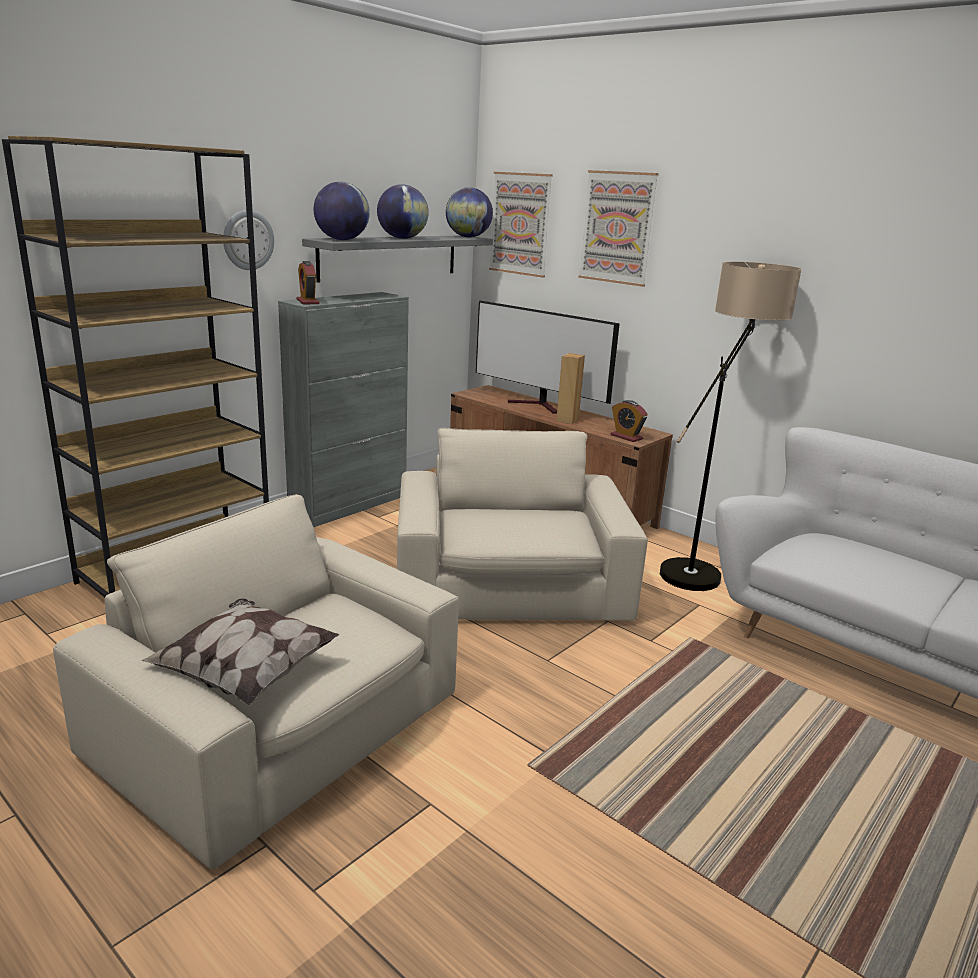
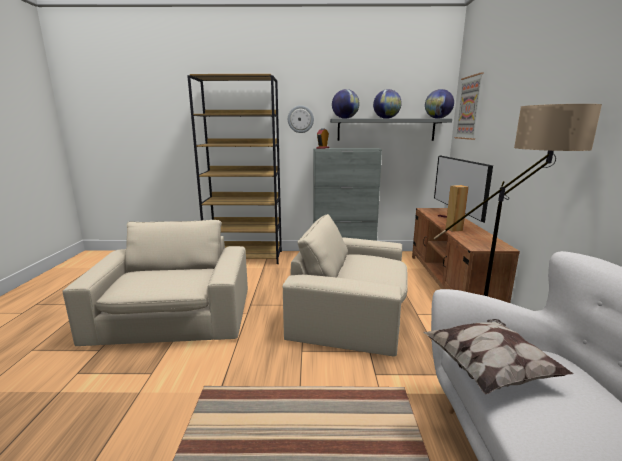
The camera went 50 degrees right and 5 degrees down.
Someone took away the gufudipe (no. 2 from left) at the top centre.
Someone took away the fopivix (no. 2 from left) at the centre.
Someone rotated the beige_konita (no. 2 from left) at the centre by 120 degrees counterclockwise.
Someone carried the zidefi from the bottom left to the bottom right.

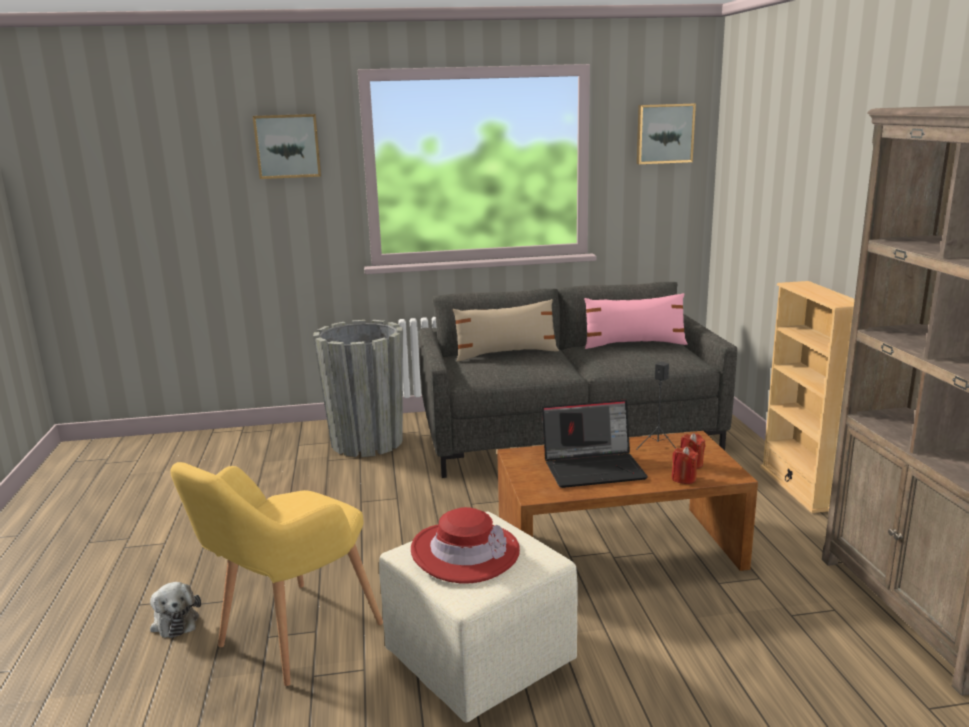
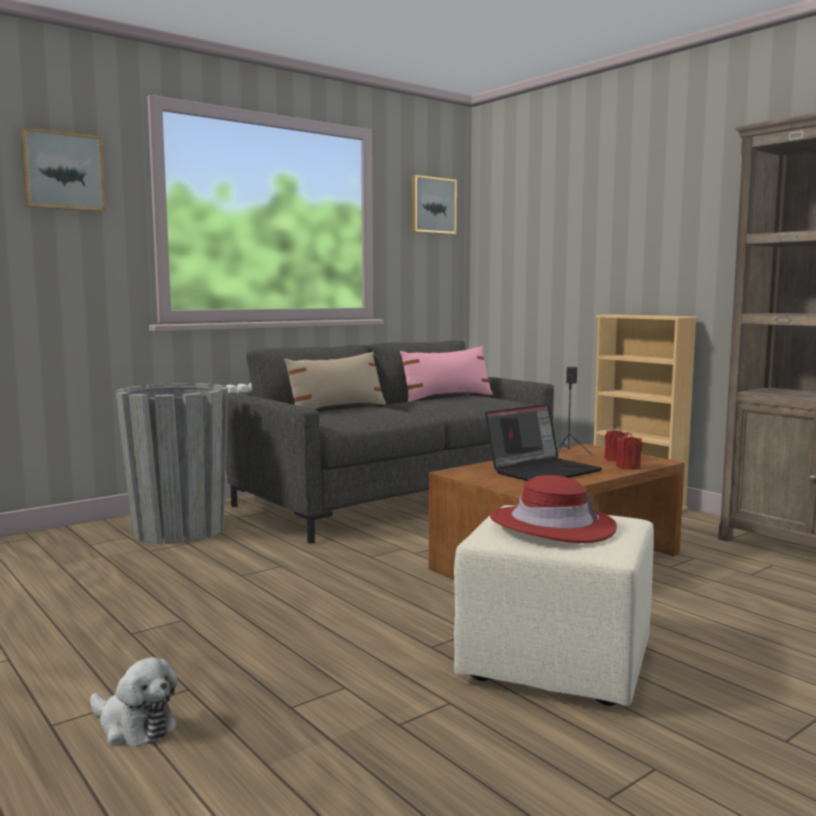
The camera went 30 degrees left and 10 degrees down.
Someone took away the yellow_konita at the bottom left.

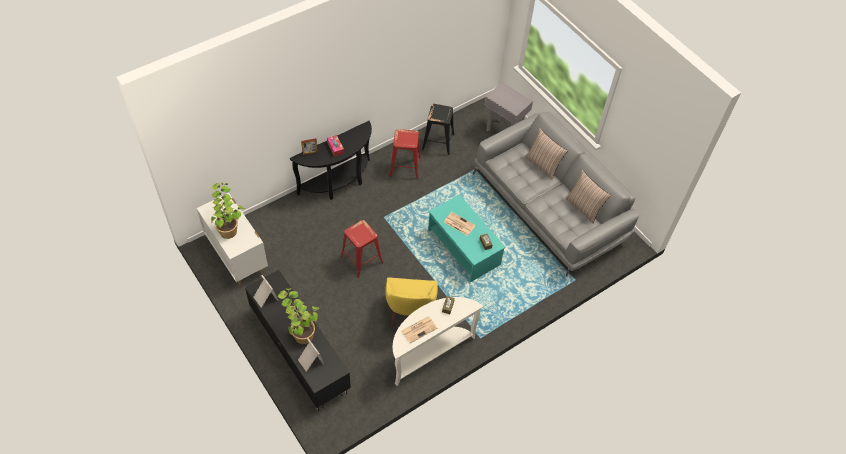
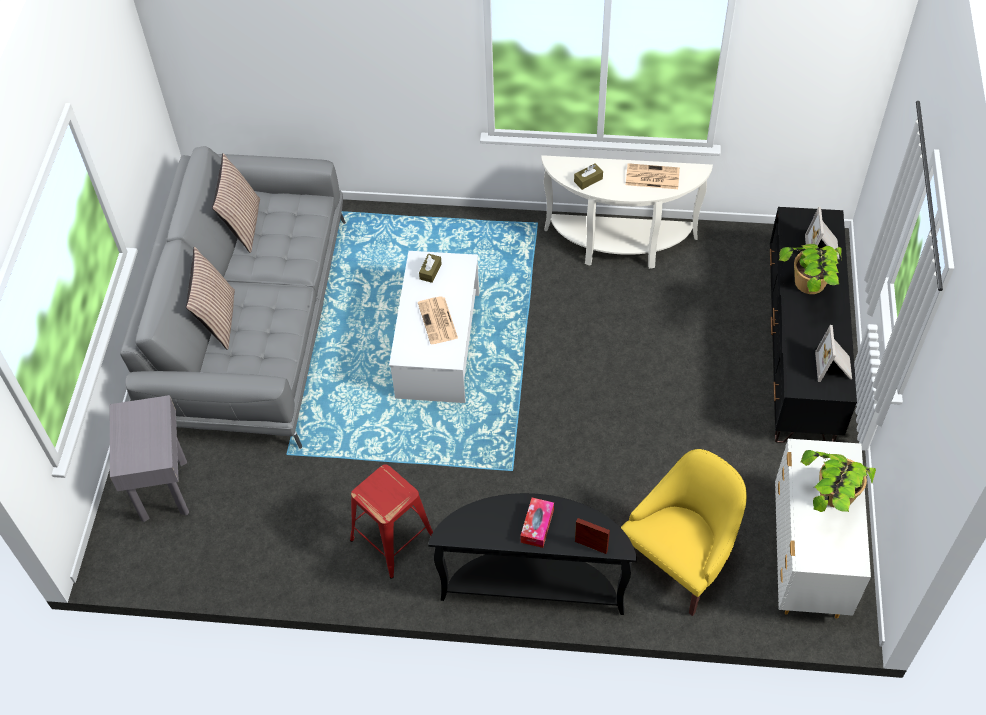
The camera went 135 degrees left and 0 degrees up.
Someone took away the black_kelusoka at the top centre.
Someone repainted the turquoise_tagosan at the centre, which became the white_tagosan at the centre.
Someone took away the red_kelusoka (no. 1 from left) at the centre.
Someone carried the yellow_konita from the centre to the bottom right.

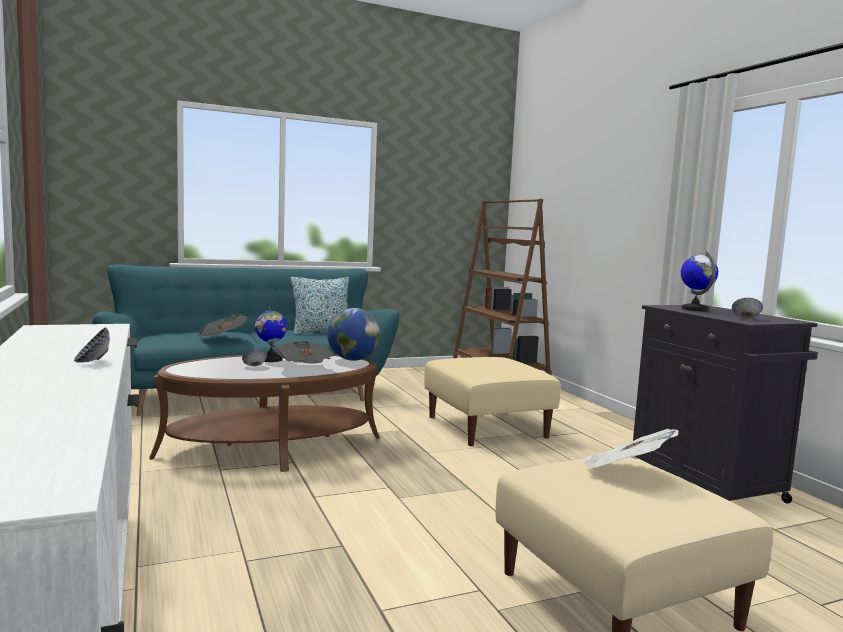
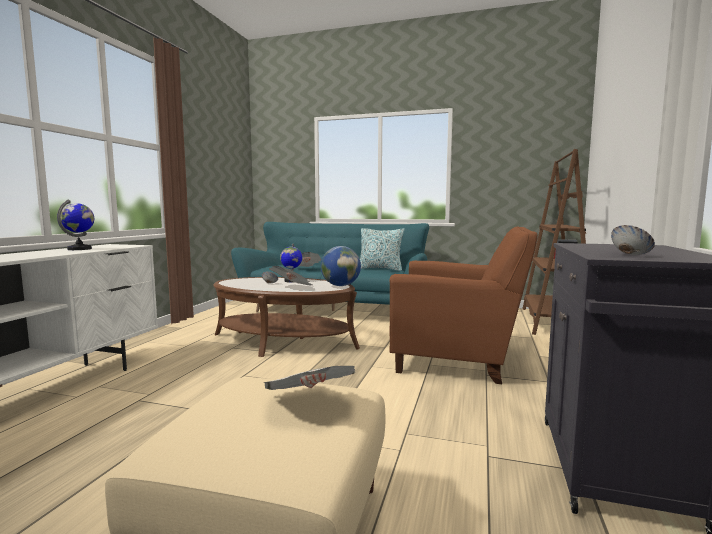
The camera went 40 degrees right and 0 degrees up.
Someone carried the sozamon (no. 3 from left in the first image) from the middle right to the middle left.
Someone took away the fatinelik (no. 1 from left) at the middle left.
Someone swapped the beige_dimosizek (no. 1 from left) at the centre for the brown_konita at the centre.

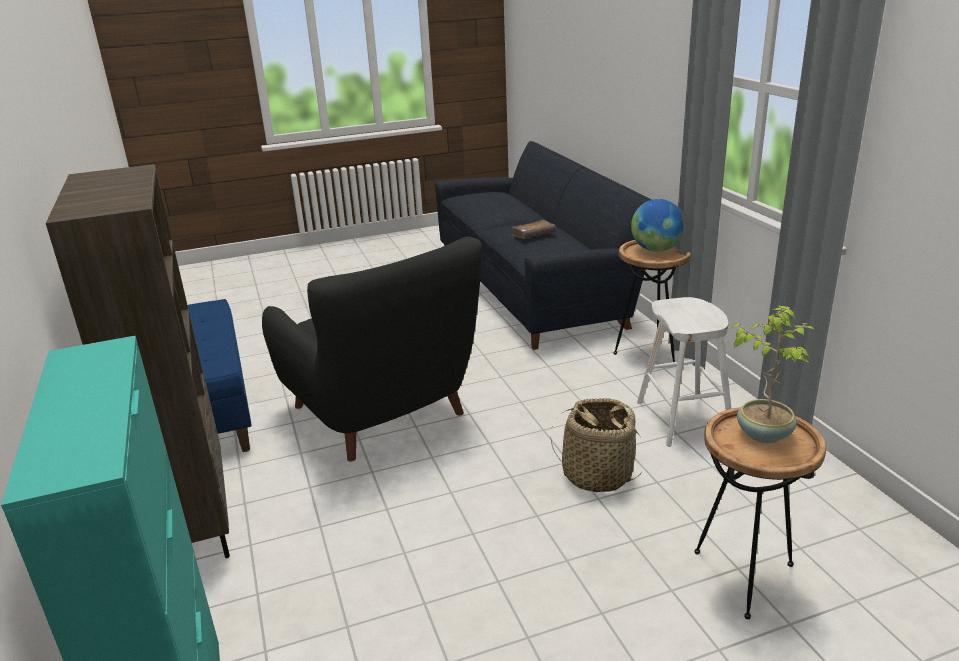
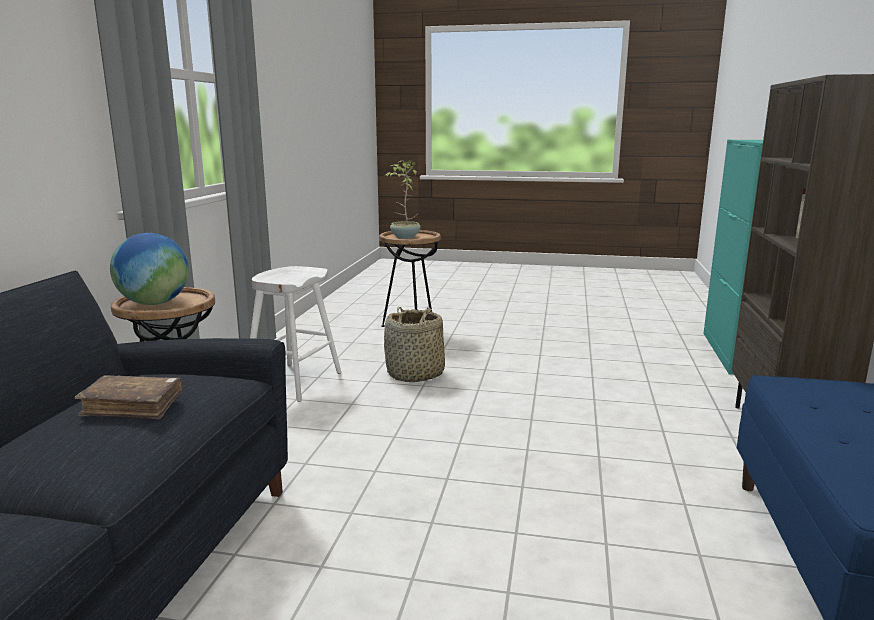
The camera went 150 degrees left and 10 degrees down.
Someone took away the black_konita at the centre.

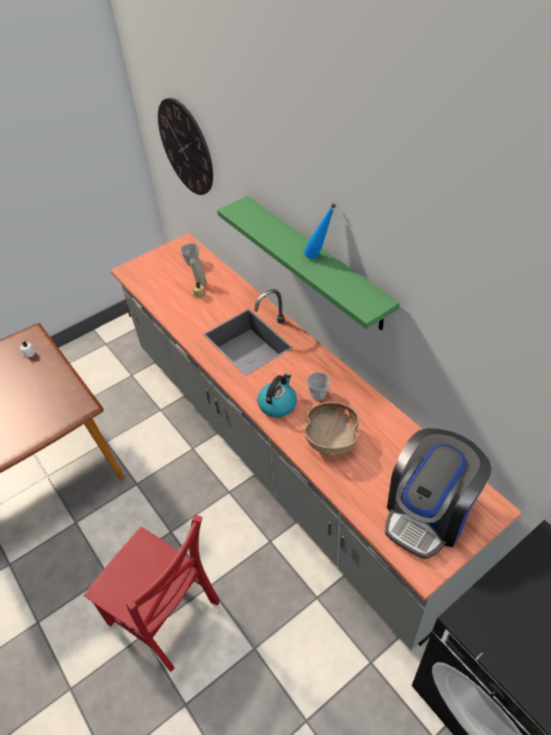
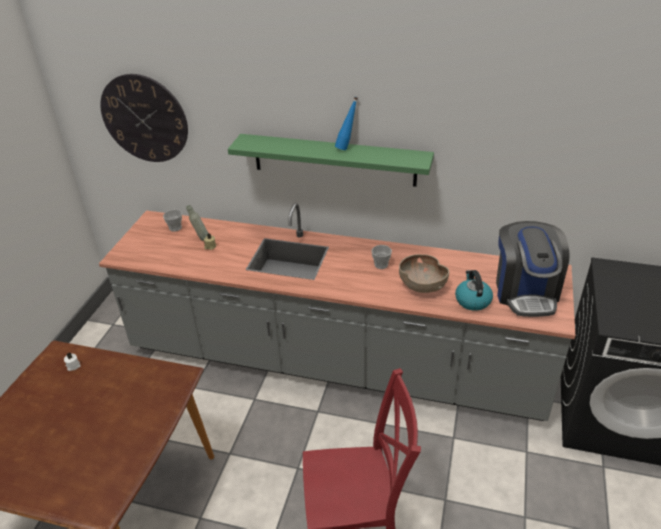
The camera went 40 degrees left and 10 degrees down.
Someone carried the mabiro from the centre to the middle right.

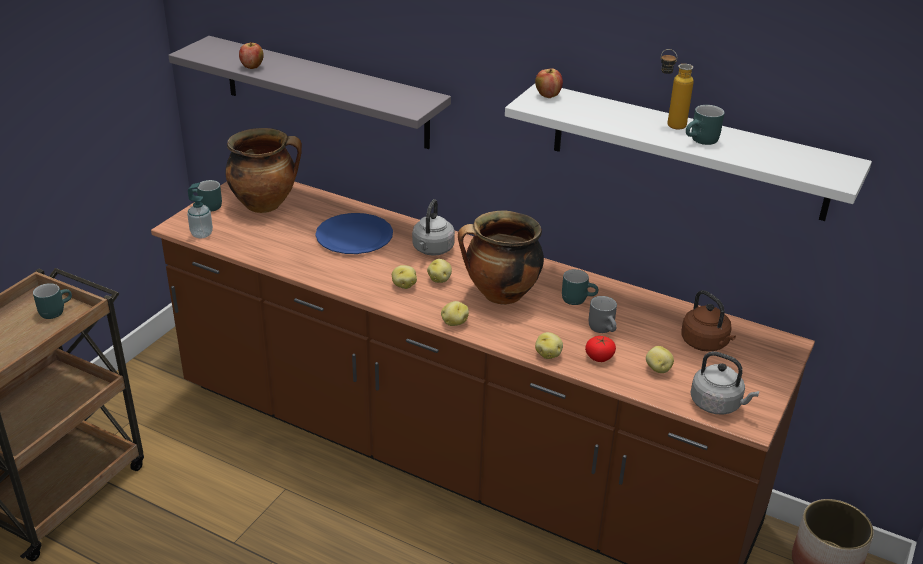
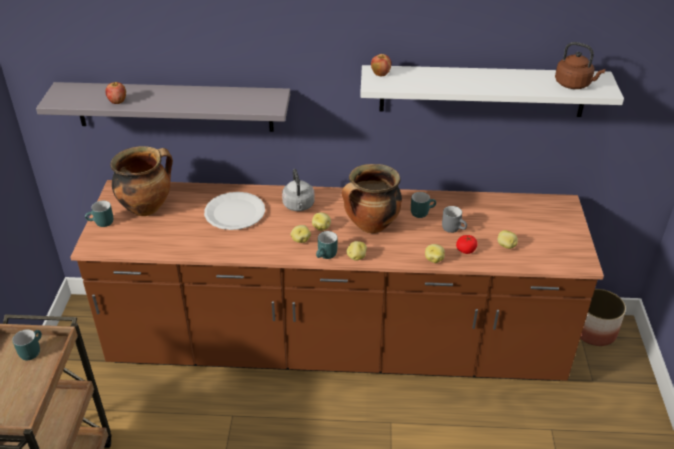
The camera went 25 degrees left and 5 degrees up.
Someone took away the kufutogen at the top right.
Someone carried the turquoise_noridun (no. 4 from left in the first image) from the top right to the centre.
Someone took away the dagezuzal at the middle left.
Someone repainted the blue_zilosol at the centre, which became the white_zilosol at the centre.
Someone carried the brown_mabiro from the middle right to the top right.
Someone took away the grey_mabiro (no. 2 from left) at the bottom right.

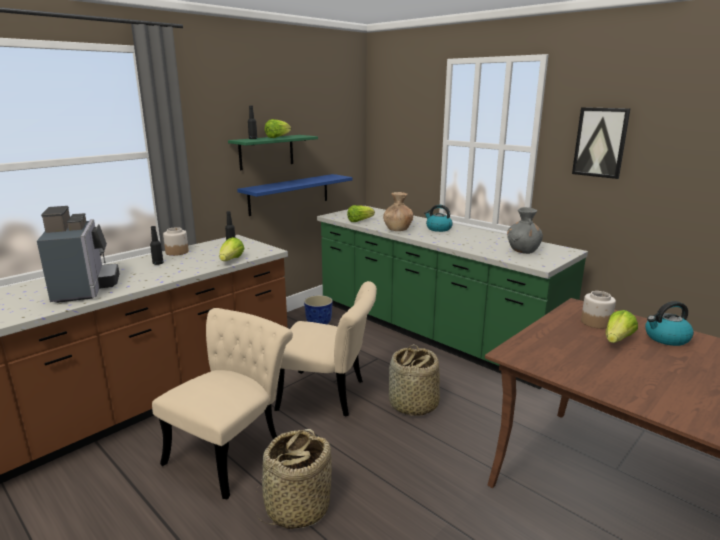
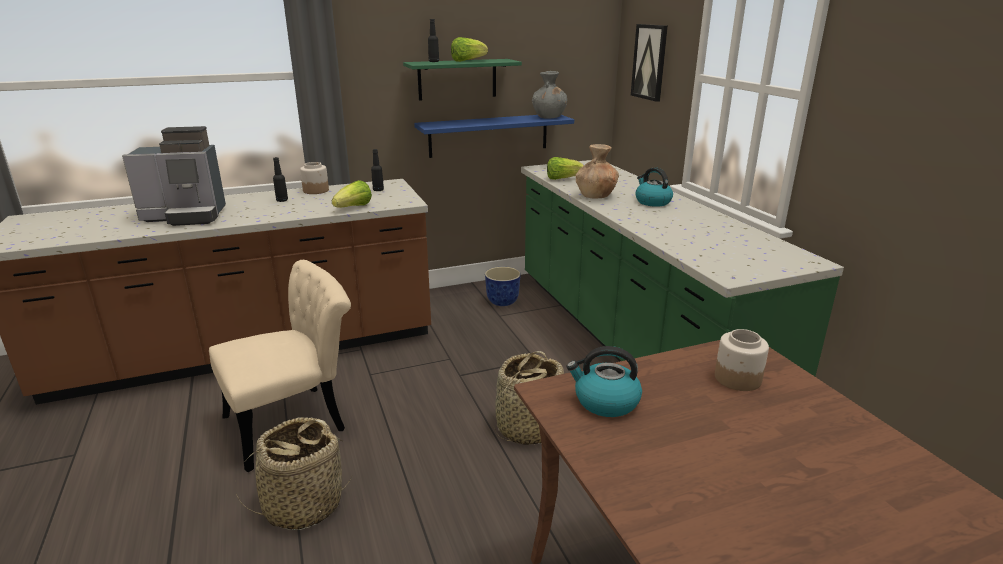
The camera went 25 degrees right and 5 degrees up.
Someone carried the gufudipe from the top right to the top centre.
Someone rotated the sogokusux at the middle left by 75 degrees clockwise.
Someone carried the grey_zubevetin from the middle right to the top centre.
Someone took away the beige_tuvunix (no. 2 from left) at the centre.
Someone carried the mabiro (no. 2 from left in the first image) from the middle right to the bottom centre.
Someone took away the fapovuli (no. 4 from left) at the middle right.

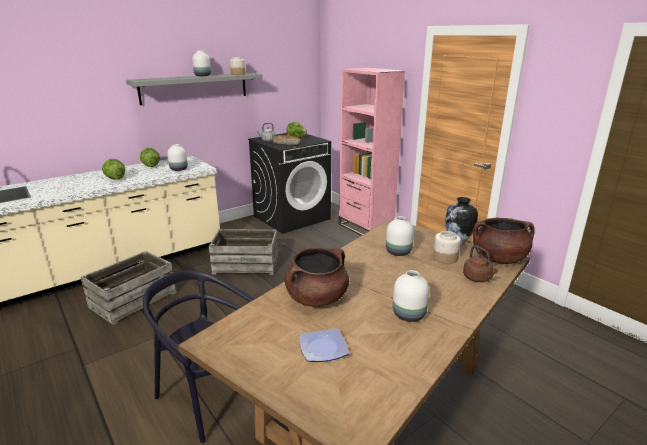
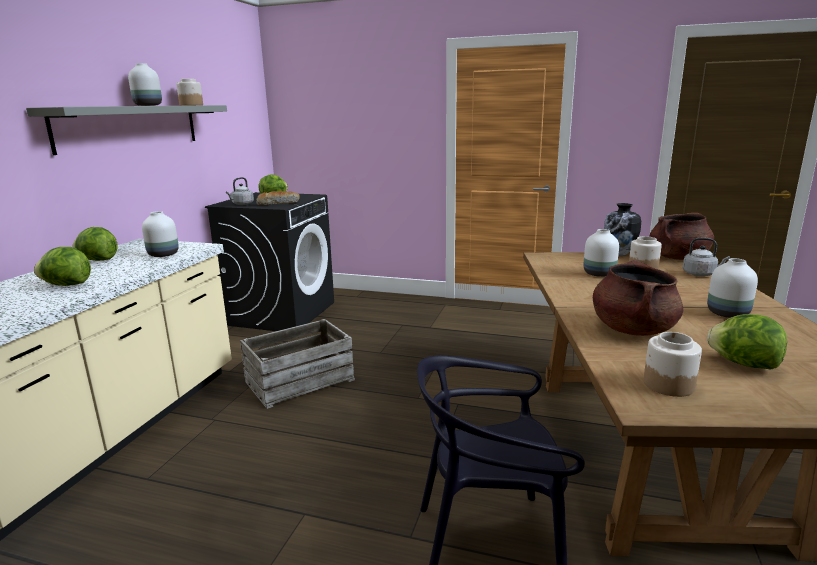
The camera went 35 degrees left and 5 degrees down.
Someone took away the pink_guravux at the centre.
Someone repainted the brown_mabiro at the middle right, which became the grey_mabiro (no. 2 from left) at the middle right.
Someone took away the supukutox (no. 1 from left) at the middle left.
Someone swapped the zilosol at the bottom centre for the fapovuli (no. 4 from left) at the middle right.
Someone put down the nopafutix (no. 3 from left) at the middle right.

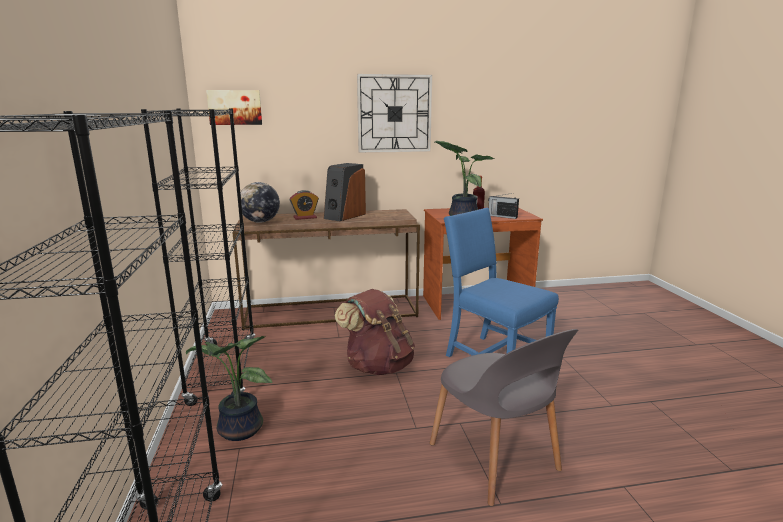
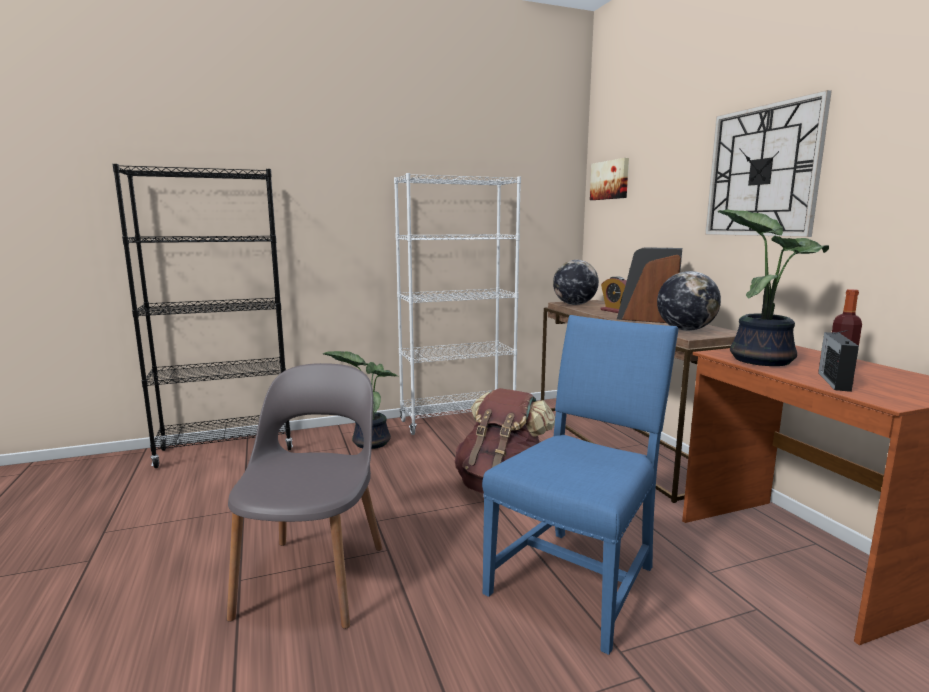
The camera went 80 degrees right and 5 degrees down.
Someone repainted the black_guravux (no. 2 from left) at the middle left, which became the white_guravux at the centre.
Someone rotated the grey_tuvunix at the bottom centre by 135 degrees clockwise.
Someone put down the sozamon (no. 2 from left) at the middle right.

